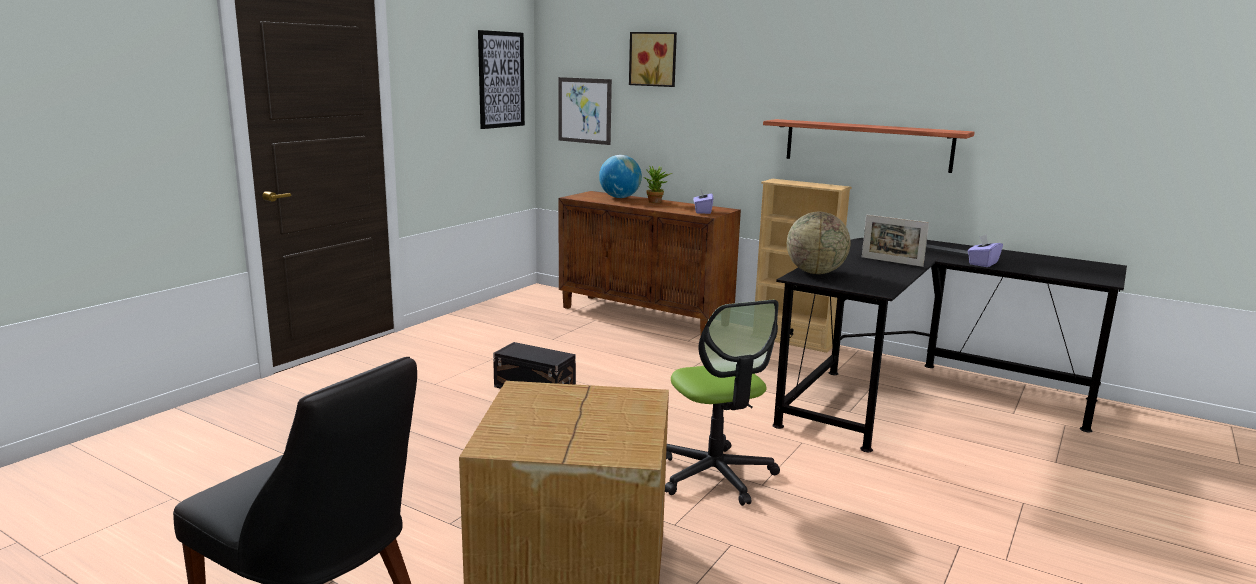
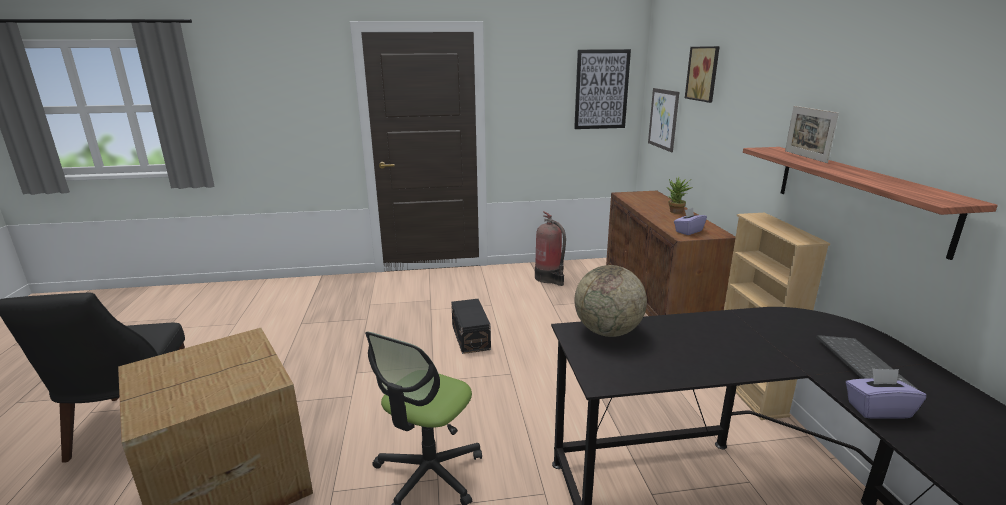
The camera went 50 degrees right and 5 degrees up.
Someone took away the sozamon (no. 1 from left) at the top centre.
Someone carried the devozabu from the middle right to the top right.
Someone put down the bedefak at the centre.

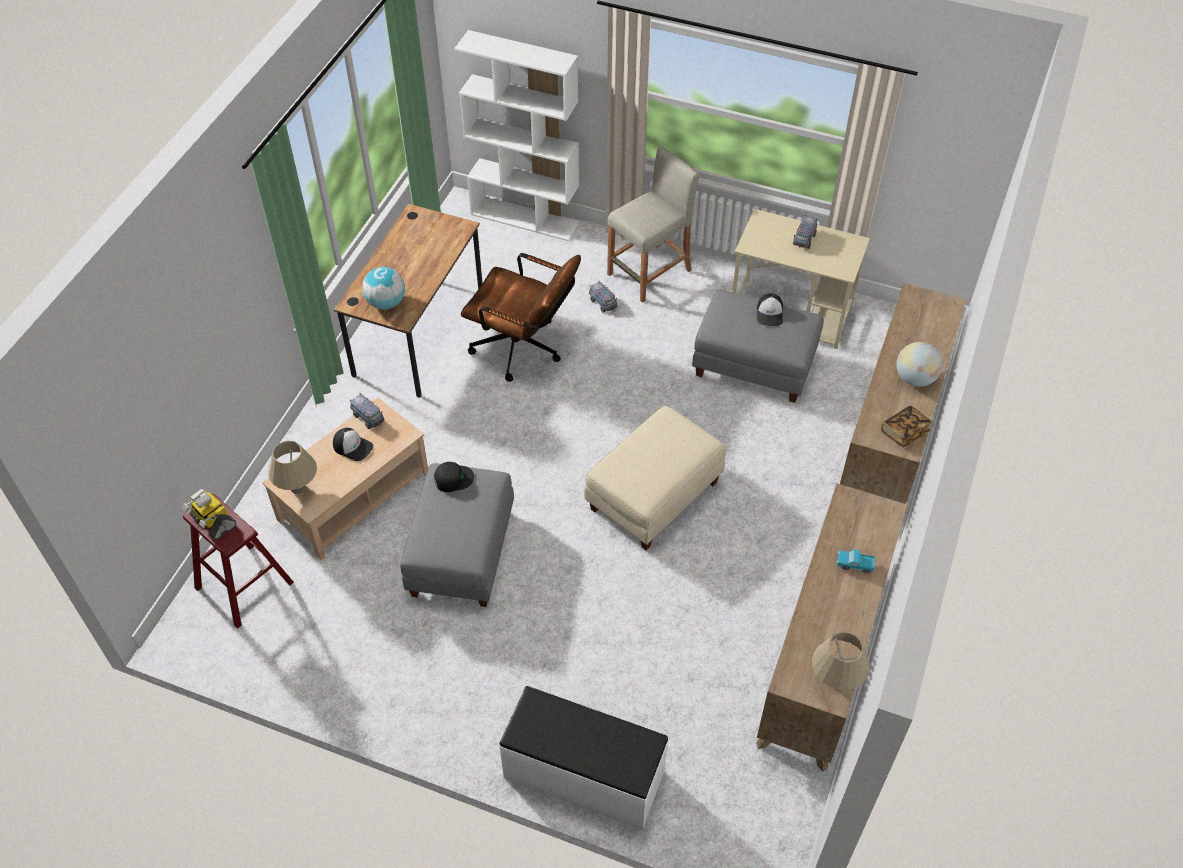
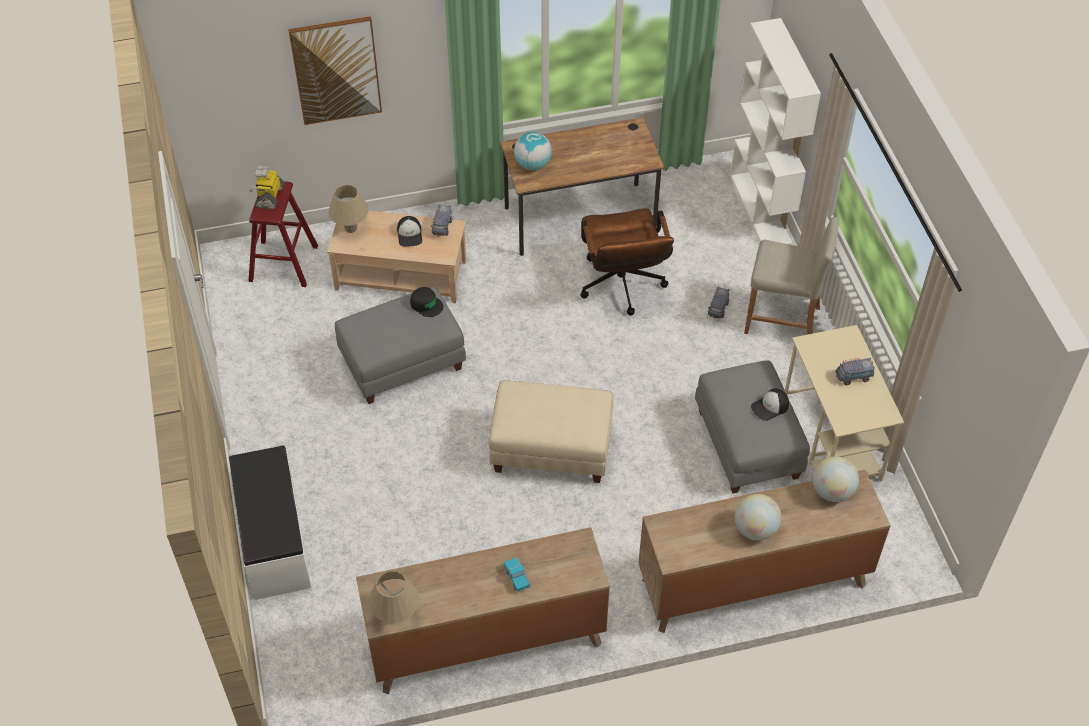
The camera went 55 degrees right and 0 degrees up.
Someone took away the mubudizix at the middle right.
Someone put up the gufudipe at the top left.
Someone put down the sozamon (no. 3 from left) at the middle right.

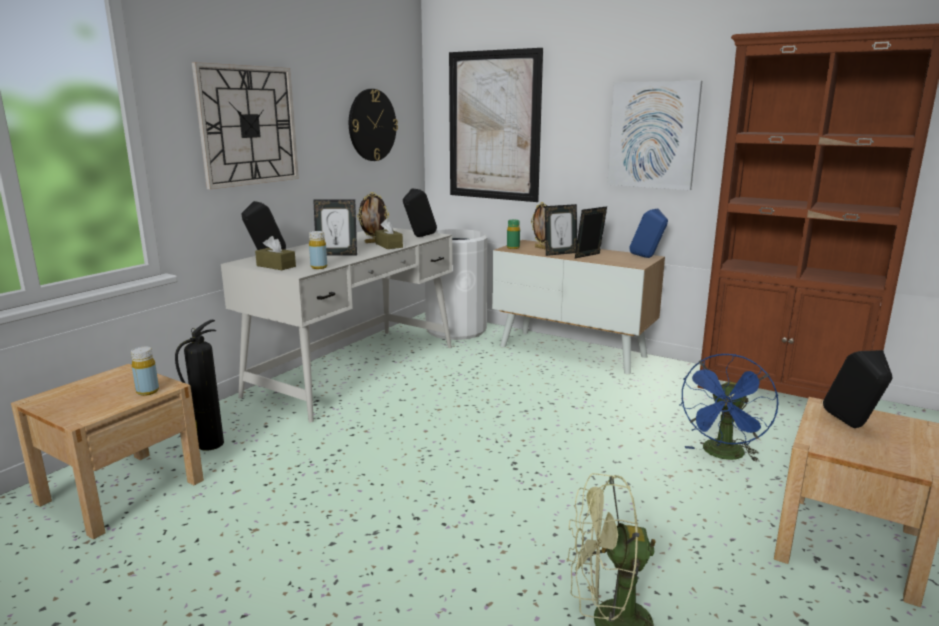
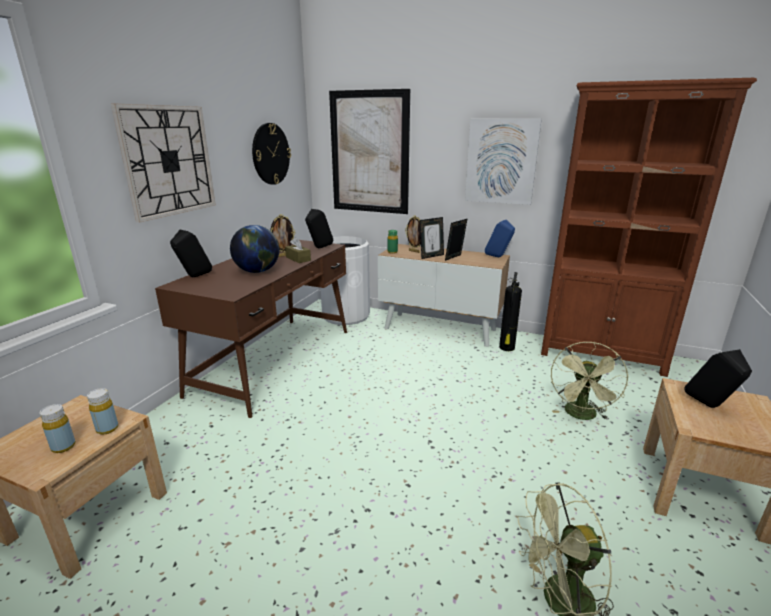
The camera went 10 degrees left and 5 degrees up.
Someone swapped the devozabu (no. 1 from left) at the centre for the sozamon at the middle left.
Someone repainted the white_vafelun at the centre, which became the brown_vafelun at the middle left.
Someone carried the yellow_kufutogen (no. 2 from left in the first image) from the centre to the bottom left.
Someone took away the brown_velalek (no. 1 from left) at the middle left.
Someone carried the bedefak from the middle left to the centre.
Someone repainted the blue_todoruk at the middle right, which became the green_todoruk (no. 2 from left) at the middle right.

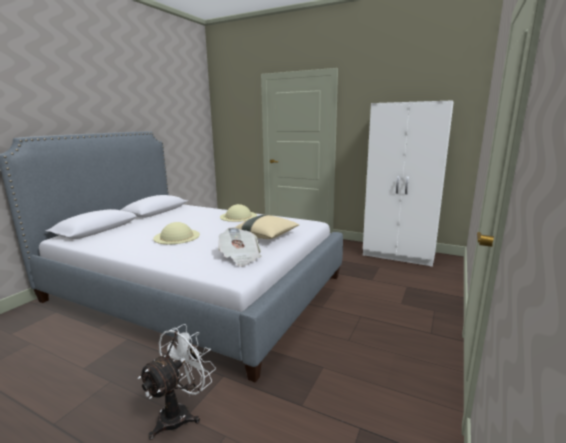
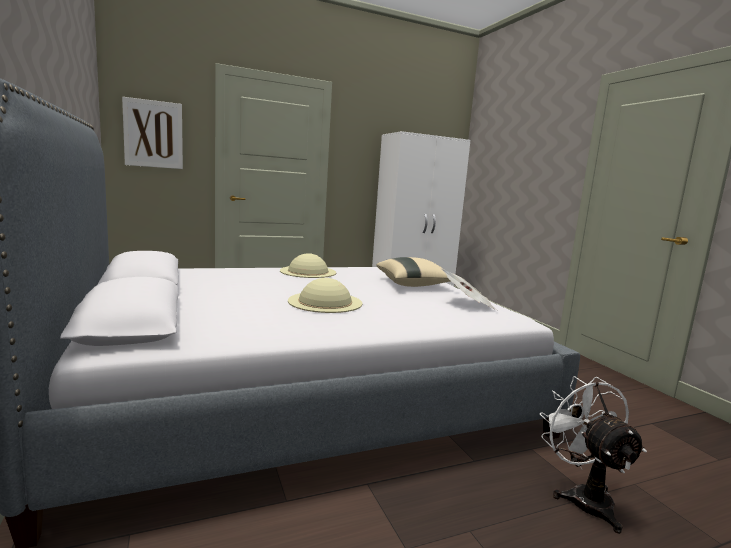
The camera went 50 degrees left and 5 degrees down.
Someone put up the gufudipe at the top left.

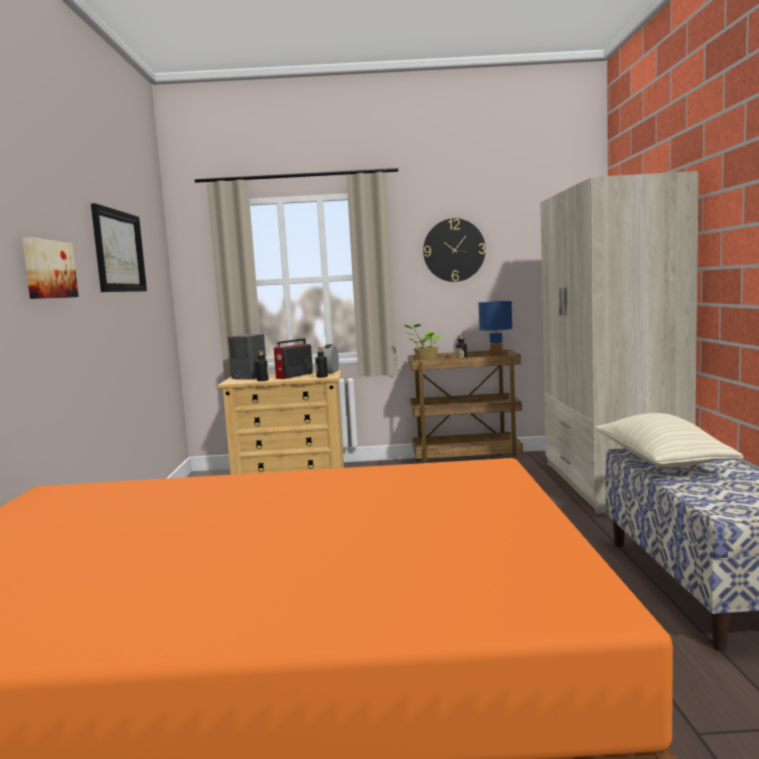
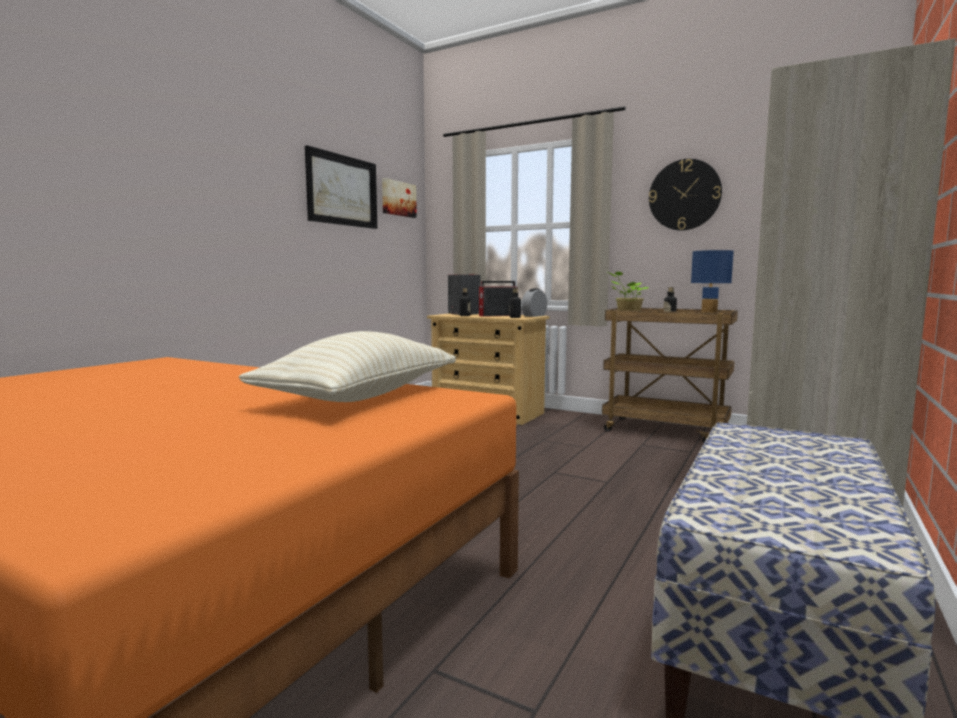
The camera went 30 degrees right and 0 degrees up.
Someone carried the gufudipe (no. 1 from left in the first image) from the middle left to the top centre.
Someone carried the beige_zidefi from the middle right to the centre.

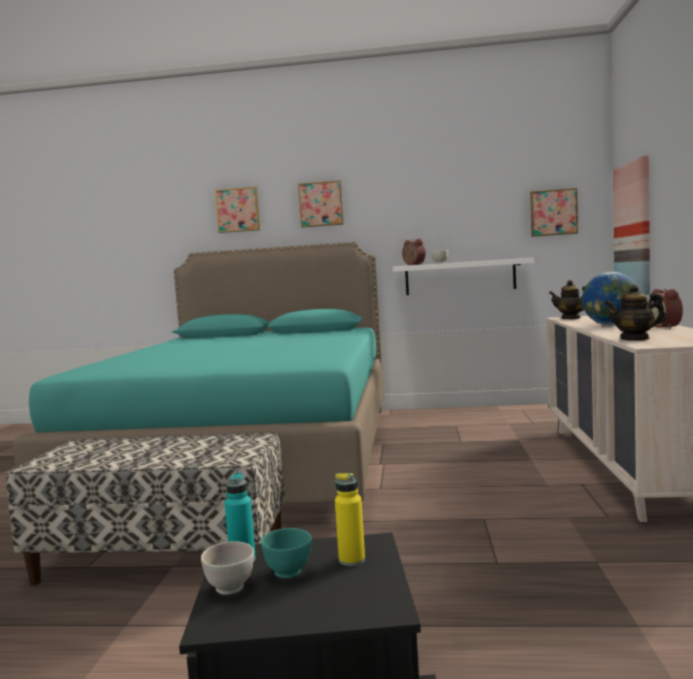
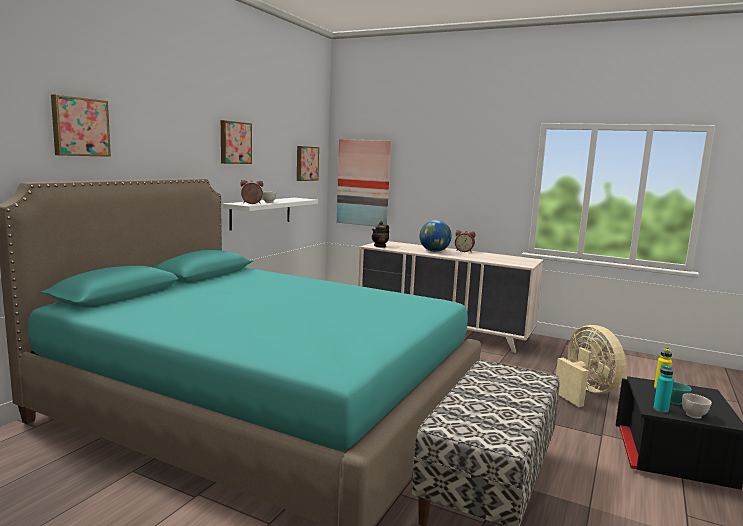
The camera went 70 degrees left and 5 degrees up.
Someone carried the gufudipe (no. 2 from left) from the top centre to the top left.
Someone took away the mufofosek (no. 2 from left) at the middle right.
Someone put down the beige_todoruk at the bottom right.

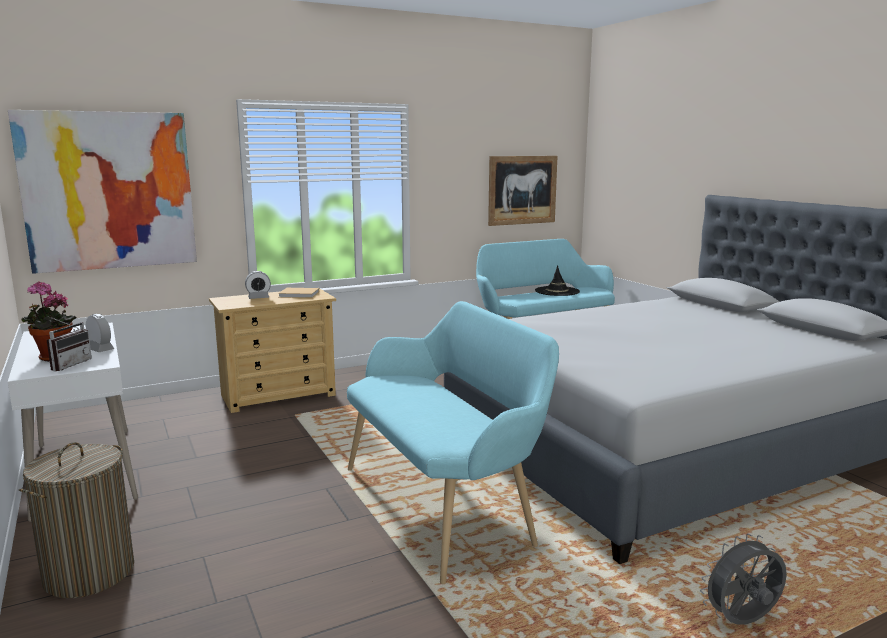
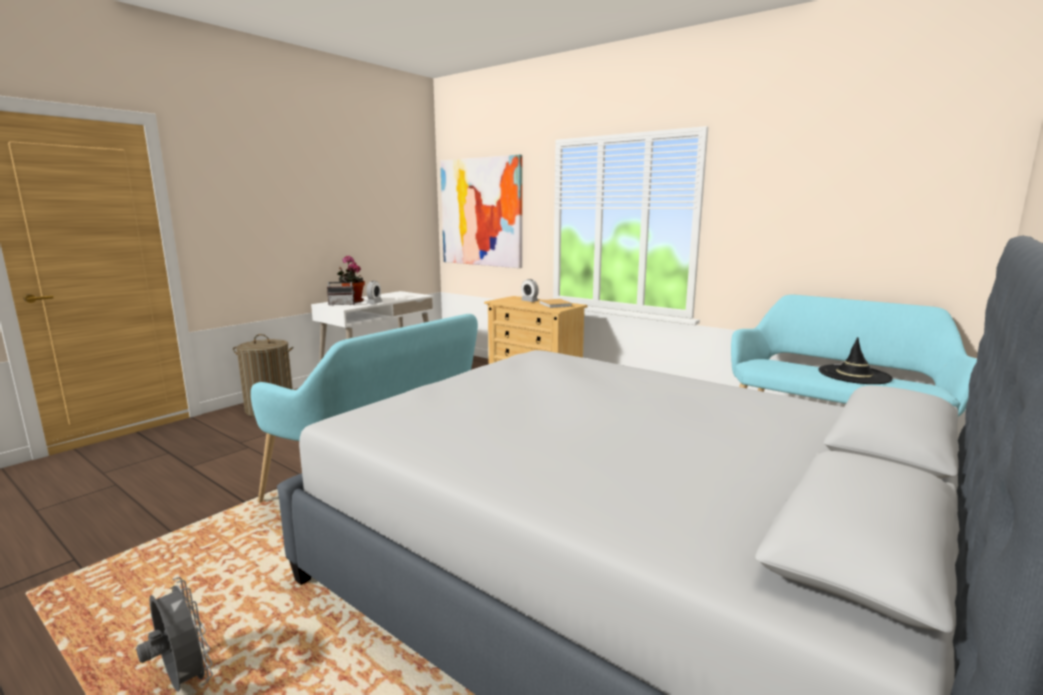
The camera went 65 degrees right and 0 degrees up.
Someone took away the gufudipe (no. 2 from left) at the top centre.

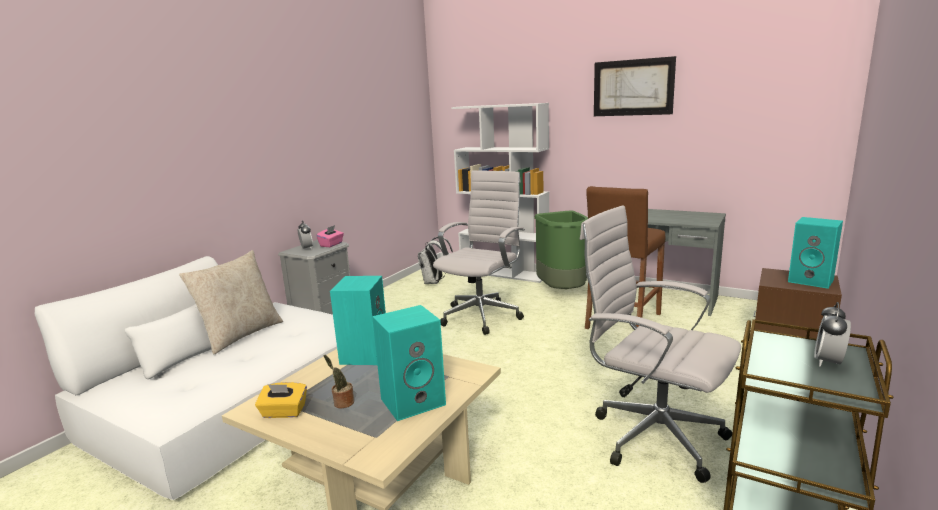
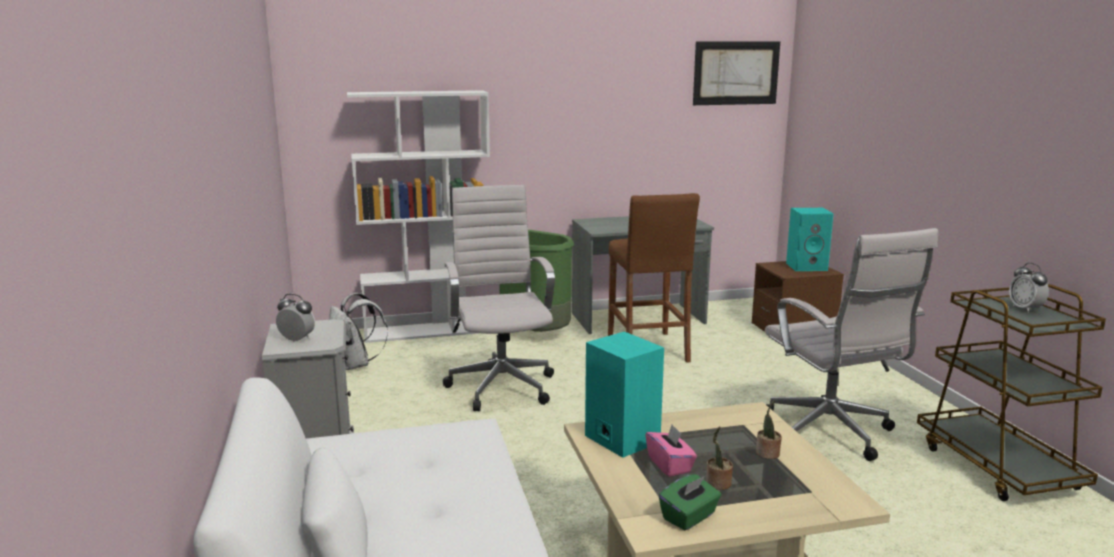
The camera went 45 degrees left and 0 degrees up.
Someone carried the gufudipe from the top right to the top centre.
Someone rotated the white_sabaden (no. 2 from left) at the bottom right by 105 degrees counterclockwise.
Someone carried the pink_velalek from the centre to the bottom centre.
Someone took away the beige_zidefi at the middle left.
Someone swapped the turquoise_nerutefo (no. 2 from left) at the bottom centre for the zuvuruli (no. 2 from left) at the bottom right.
Someone repainted the yellow_velalek at the bottom left, which became the green_velalek at the bottom centre.

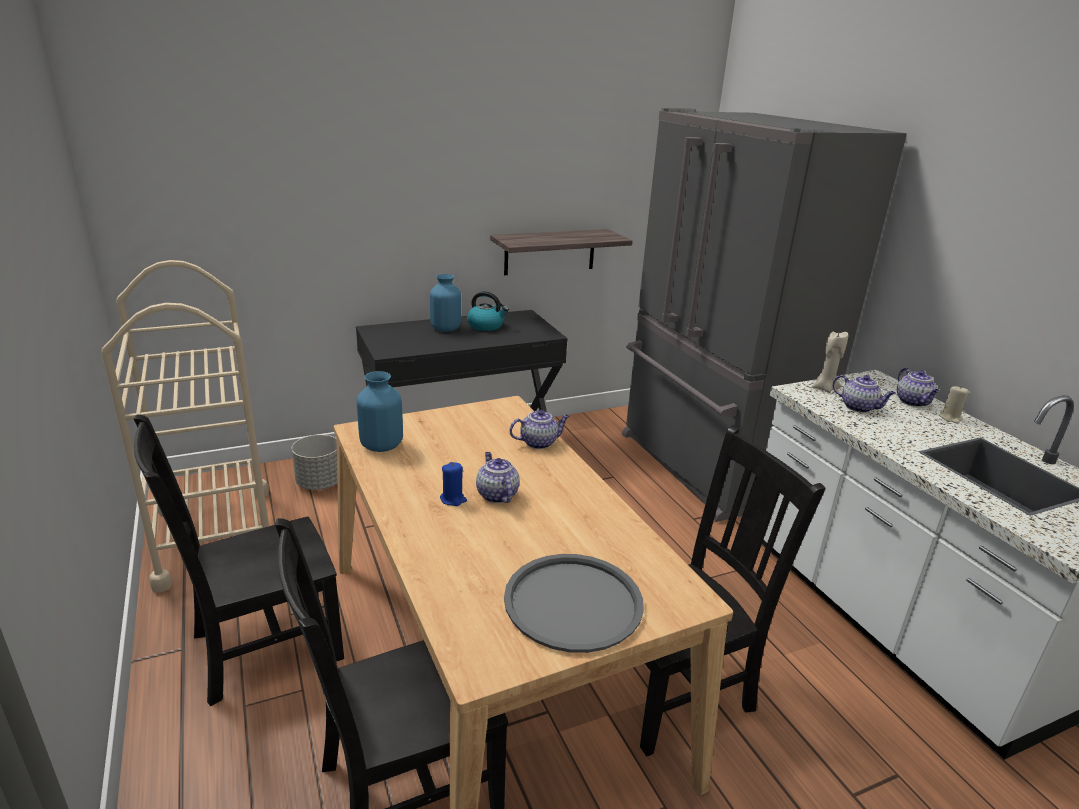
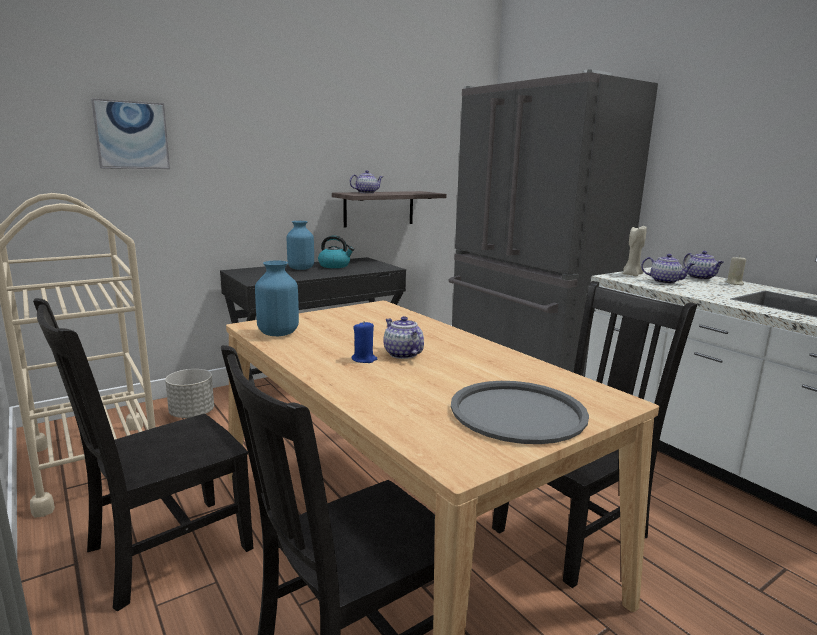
The camera went 10 degrees left and 10 degrees down.
Someone carried the mufofosek (no. 2 from left in the first image) from the centre to the top centre.
Someone put up the gufudipe at the top left.

